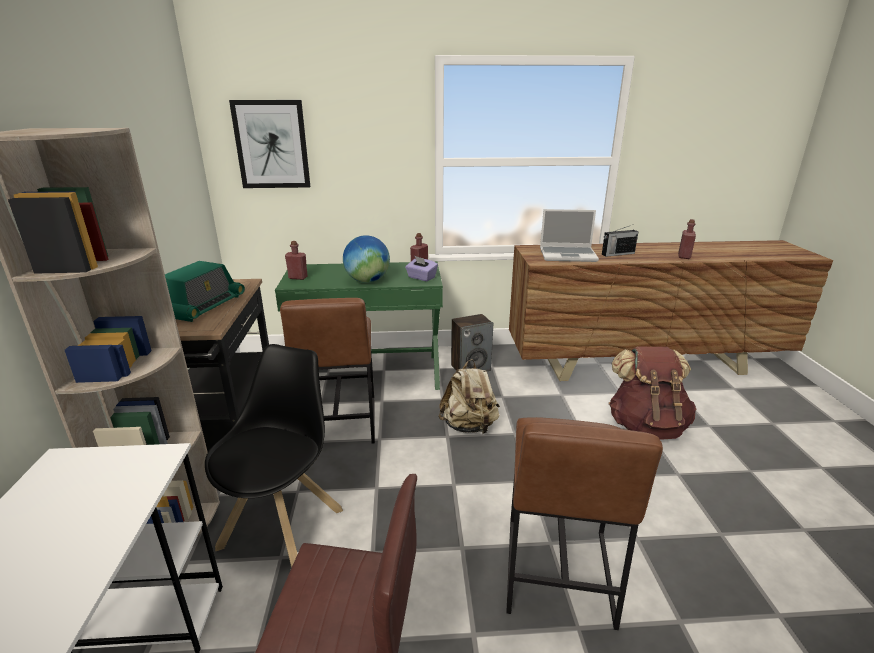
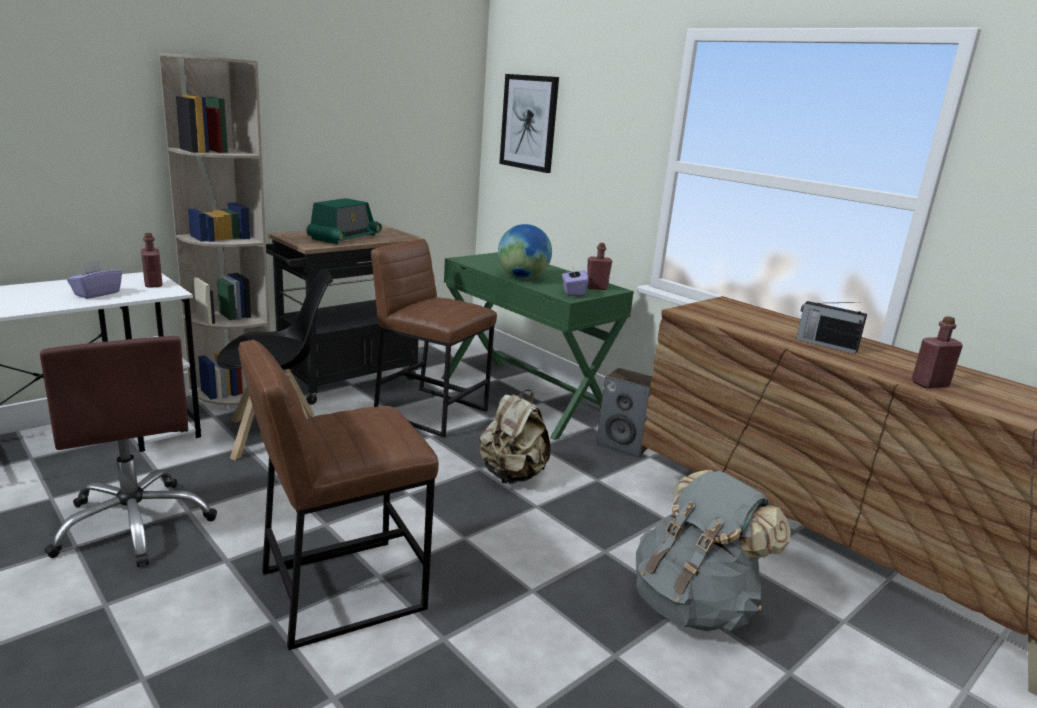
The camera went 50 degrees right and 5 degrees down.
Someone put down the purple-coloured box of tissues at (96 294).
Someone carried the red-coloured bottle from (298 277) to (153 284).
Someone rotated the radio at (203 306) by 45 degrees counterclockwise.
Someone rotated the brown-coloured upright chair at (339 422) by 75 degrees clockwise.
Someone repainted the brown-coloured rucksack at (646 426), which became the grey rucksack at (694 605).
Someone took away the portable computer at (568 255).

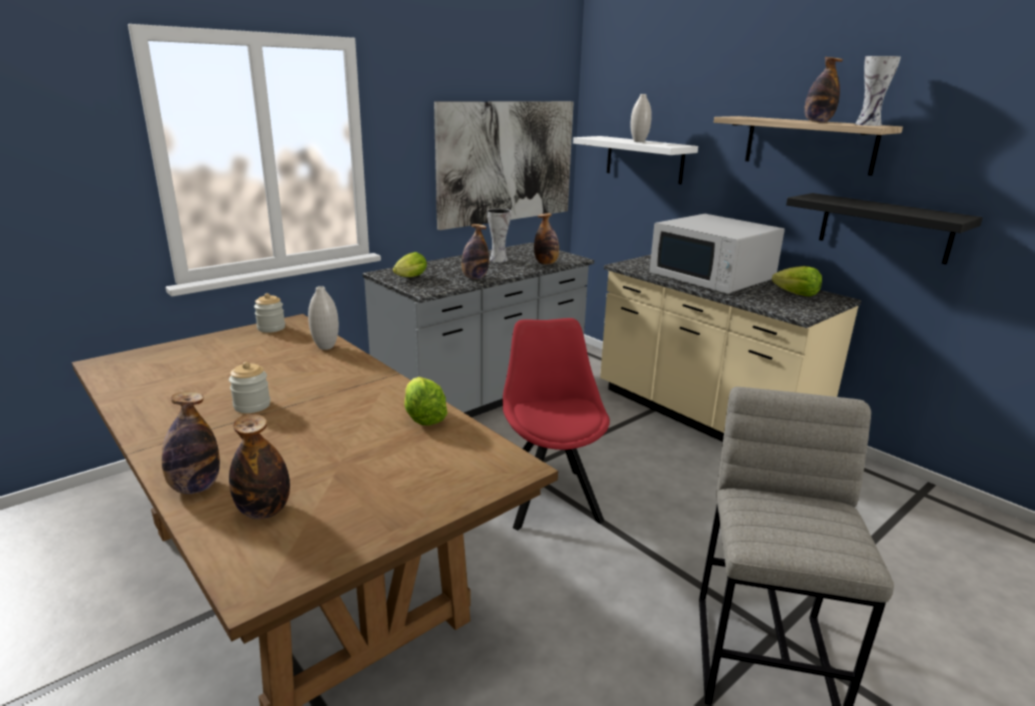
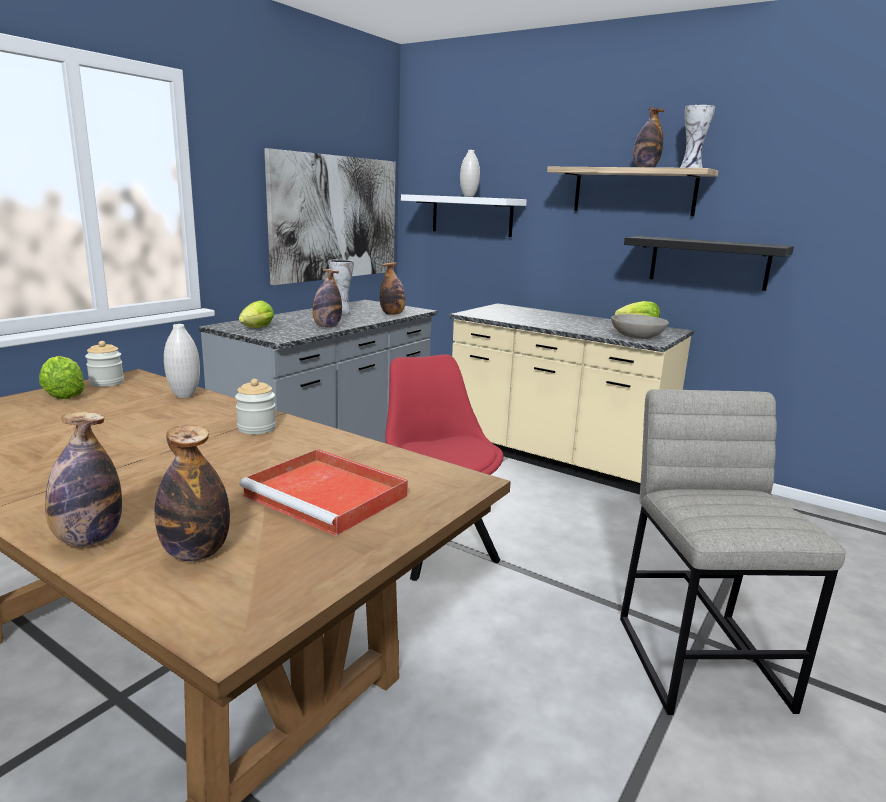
The camera went 15 degrees left and 5 degrees down.
Someone carried the lettuce head from (423 417) to (63 395).
Someone carried the storage jar from (252 405) to (257 428).
Someone put down the red-coloured tray at (328 496).
Someone put down the grey bowl at (637 337).
Someone took away the whitish microwave at (712 277).

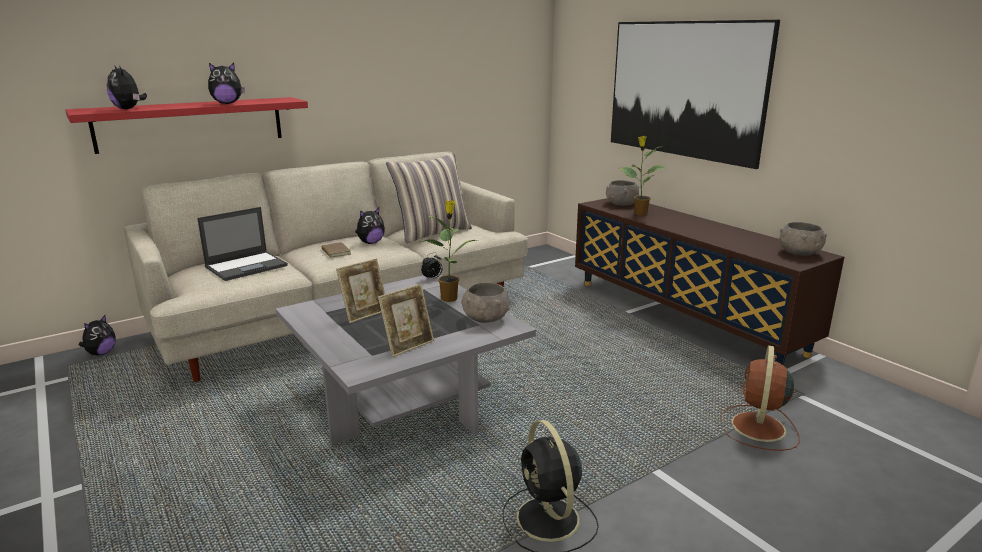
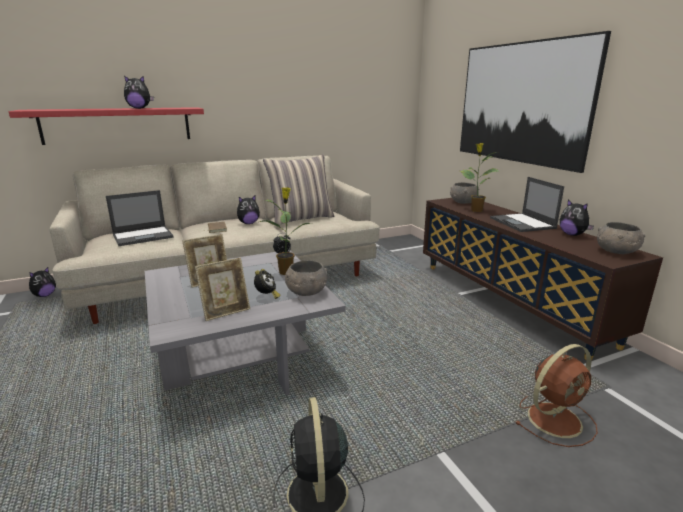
The camera went 10 degrees right and 0 degrees up.
Someone put down the alarm clock at (267 296).
Someone put down the portable computer at (523 223).
Someone rotated the brown-coloured fan at (758 428) by 150 degrees counterclockwise.
Someone carried the cuddly toy from (128 109) to (572 234).

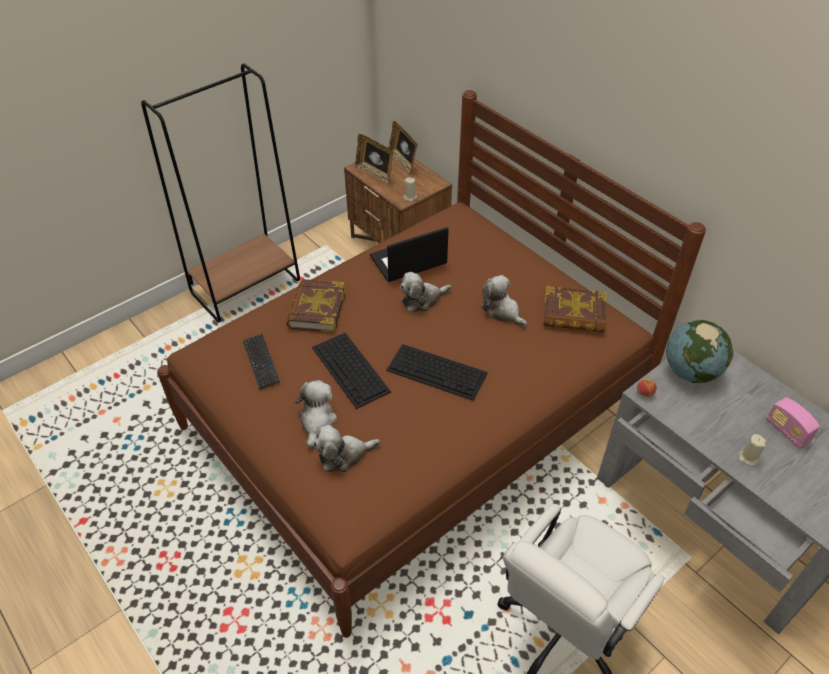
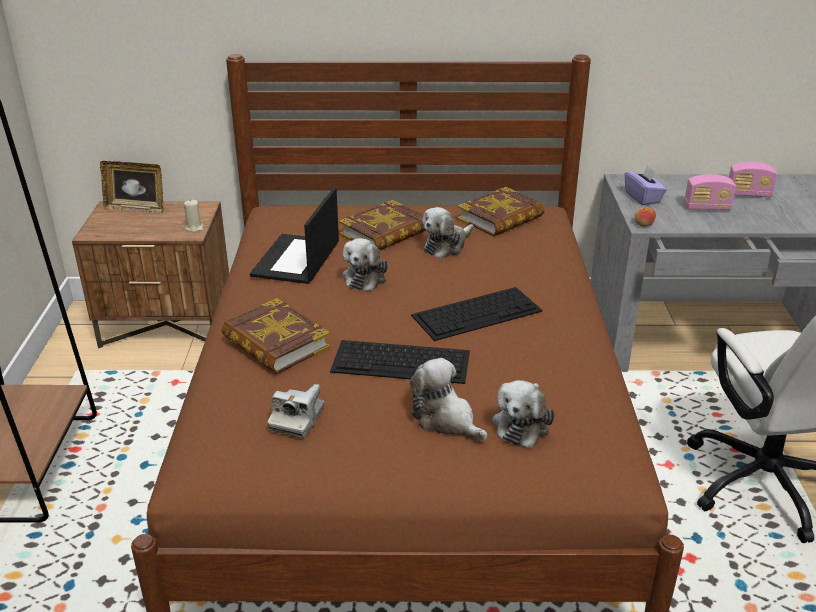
The camera went 50 degrees left and 15 degrees down.
Someone swapped the PC keyboard at (261 362) for the still camera at (297 419).
Someone put down the volume at (385 233).
Someone rotated the cuddly toy at (502 311) by 45 degrees counterclockwise.
Someone swapped the desk globe at (690 371) for the purple-coloured box of tissues at (643 198).
Someone put down the radio at (707 207).
Someone took away the picture frame at (375 173).
Someone took away the beige candle at (748 458).

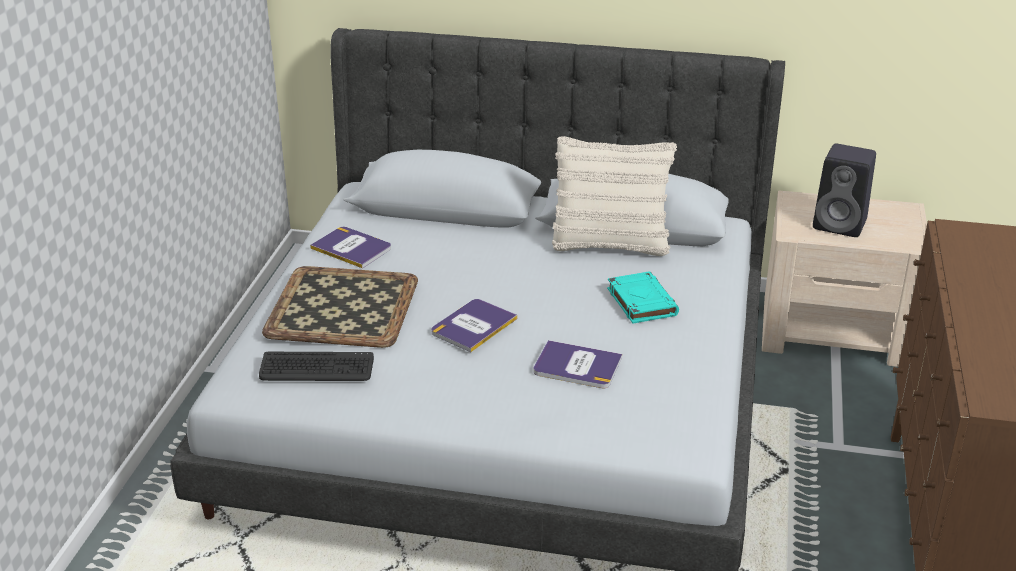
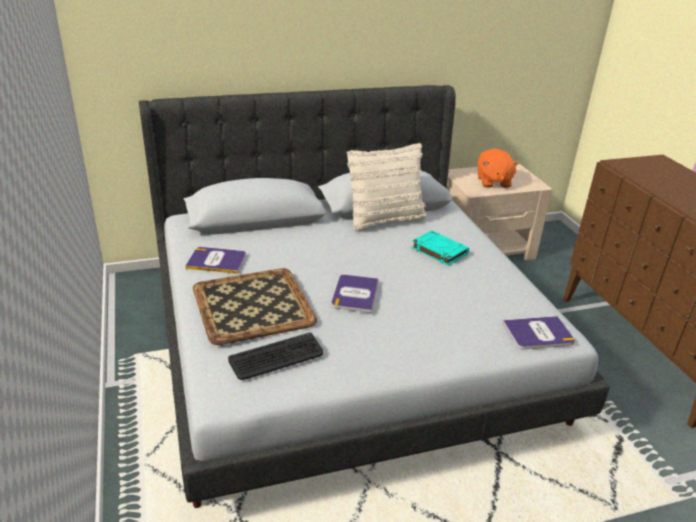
The camera went 30 degrees left and 0 degrees up.
Someone swapped the black loudspeaker at (841 224) for the orange-coloured cuddly toy at (493 182).
Someone carried the volume from (577 366) to (538 334).

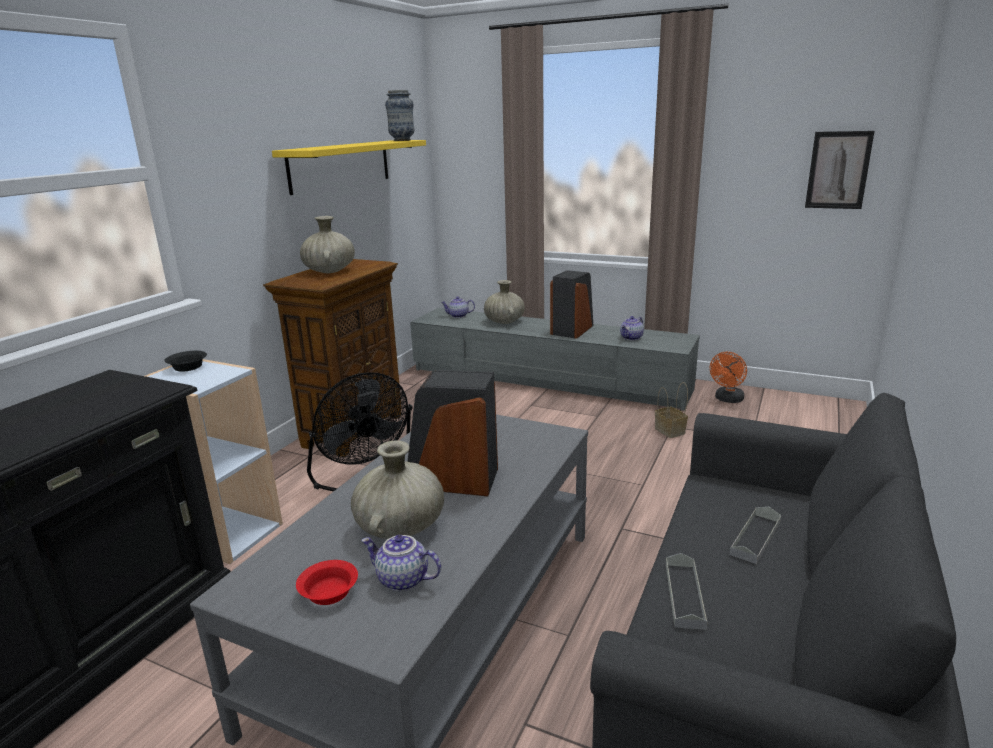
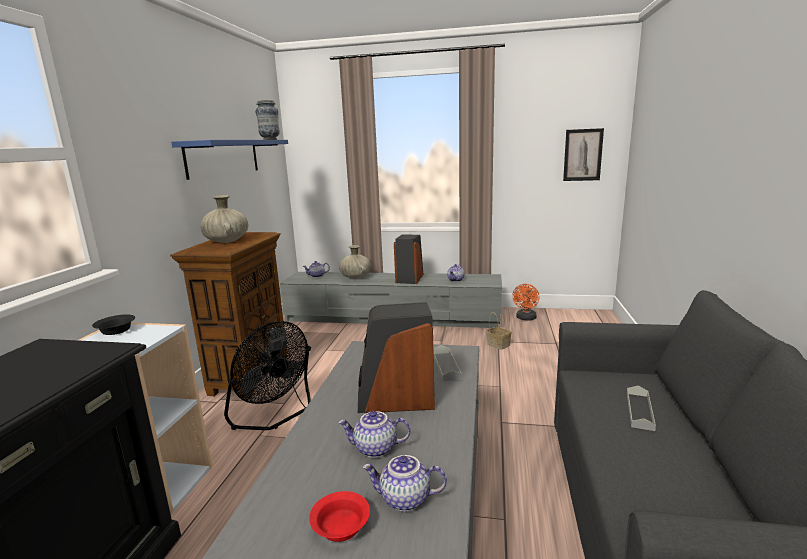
The camera went 15 degrees left and 5 degrees down.
Someone repainted the yellow-coloured bracket shelf at (341 165), which became the blue bracket shelf at (224 158).
Someone swapped the beige decorative vase at (401 527) for the tea pot at (375 449).
Someone carried the grey tray from (684 595) to (446 366).

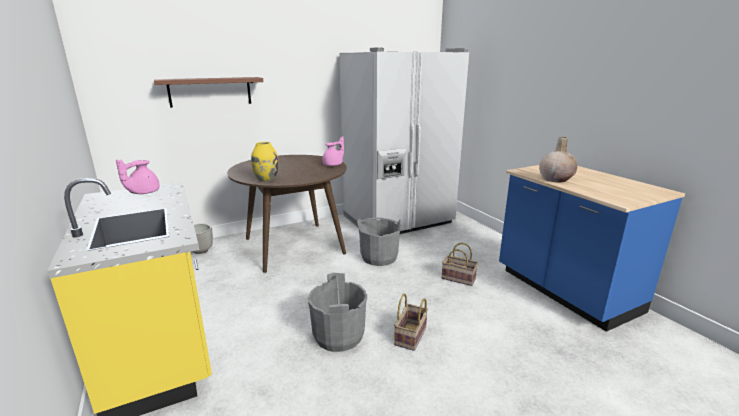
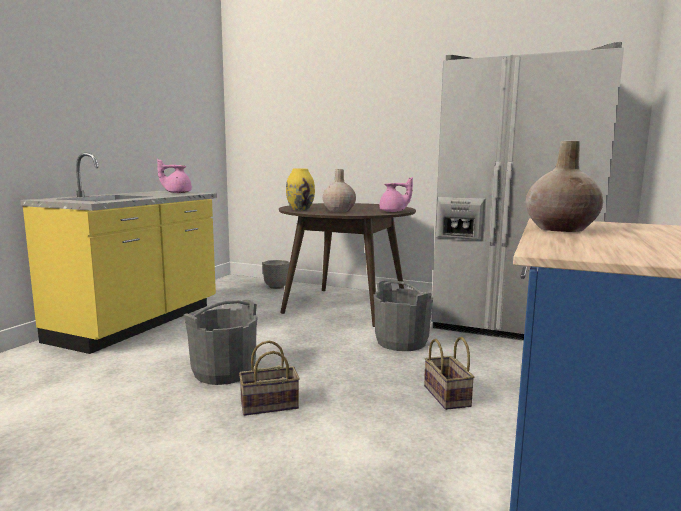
The camera went 50 degrees right and 10 degrees down.
Someone put down the beige decorative vase at (339 211).
Someone took away the brown-coloured bracket shelf at (210 91).

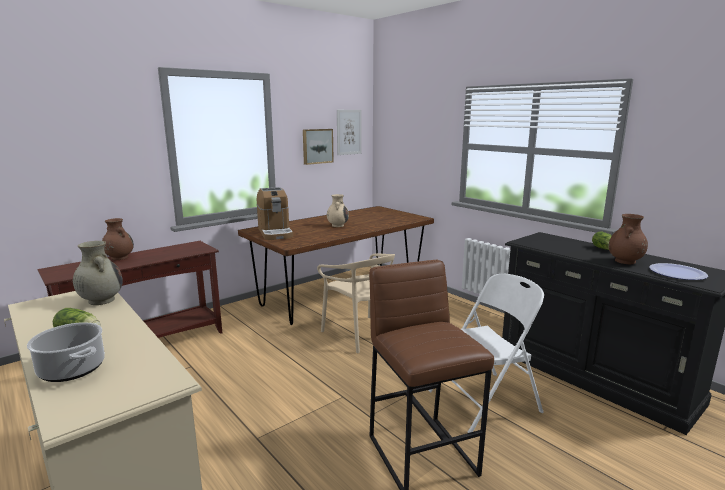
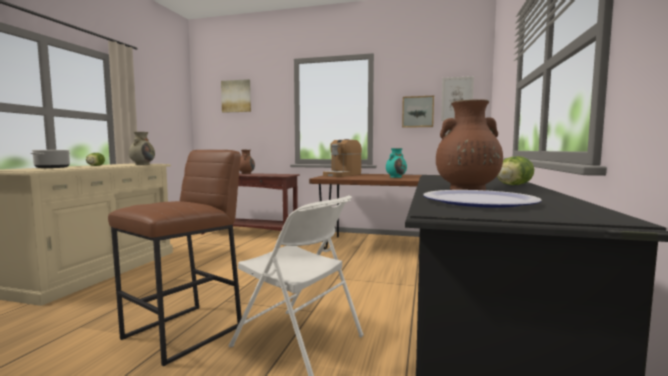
The camera went 55 degrees right and 10 degrees down.
Someone put up the wall picture at (236 96).
Someone repainted the beige decorative vase at (337 225), which became the turquoise-coloured decorative vase at (396 177).
Someone took away the beige upright chair at (360 334).

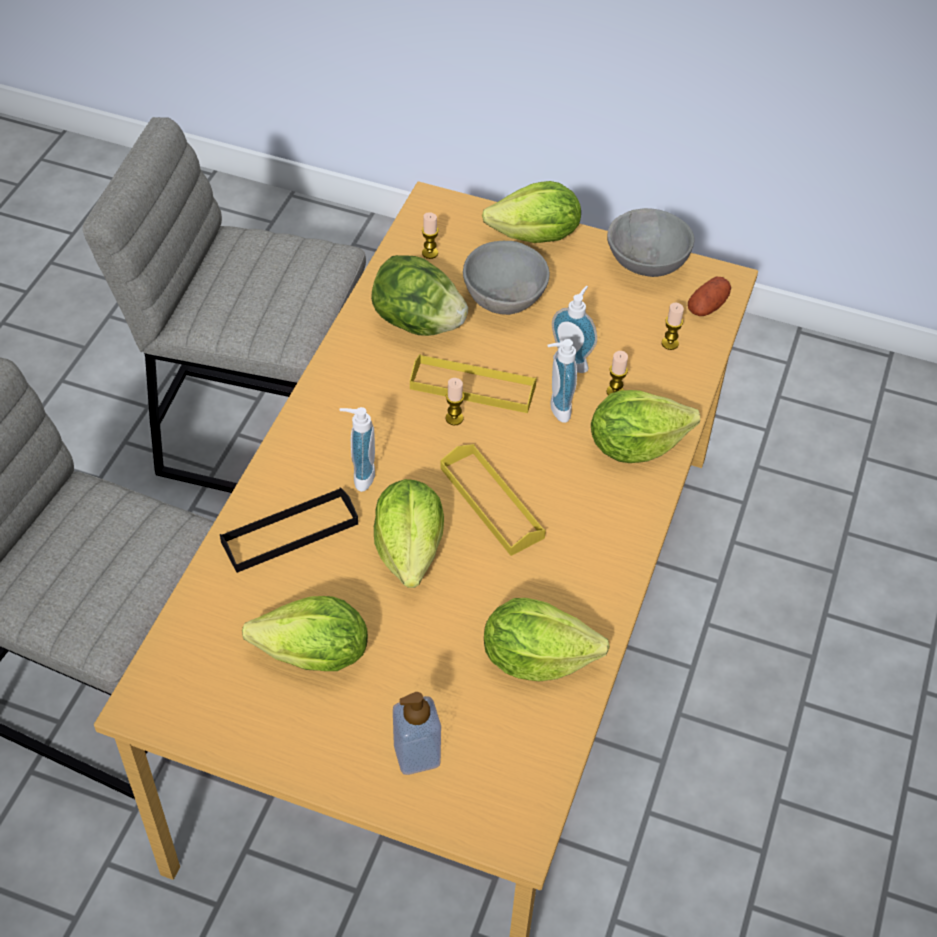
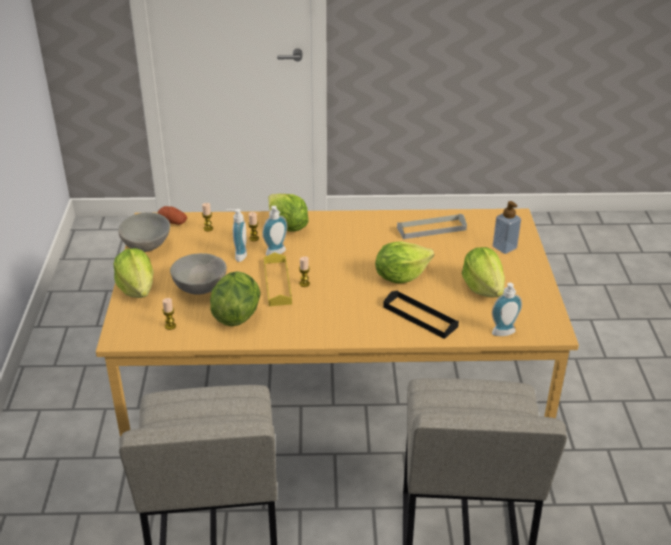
The camera went 110 degrees left and 15 degrees down.
Someone swapped the lettuce head at (536 658) for the grey tray at (431 229).
Someone carried the soap bottle from (359 475) to (504 334).
Someone took away the yellow-coloured tray at (491 502).

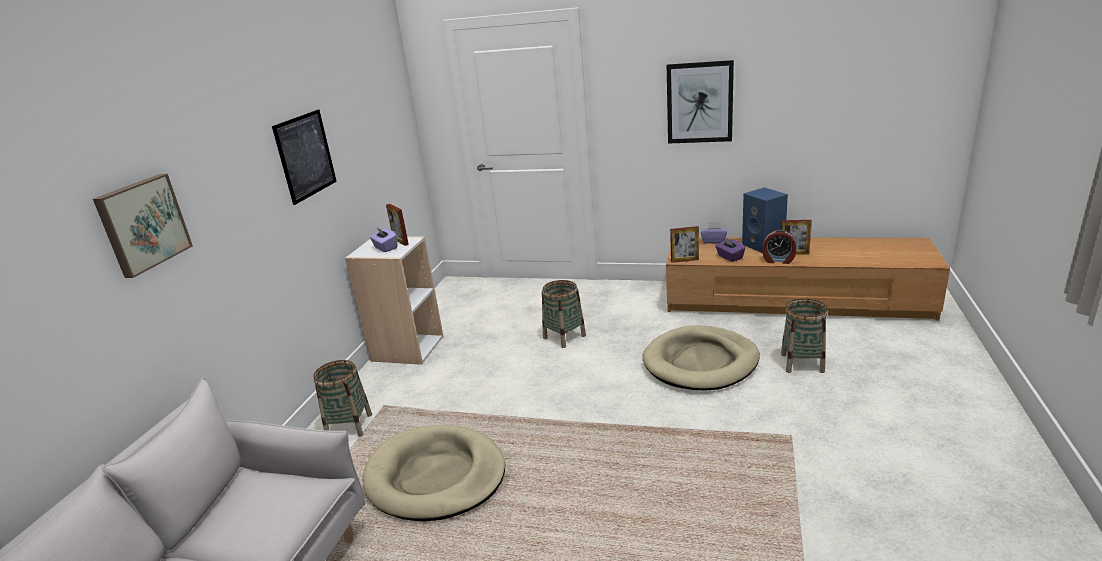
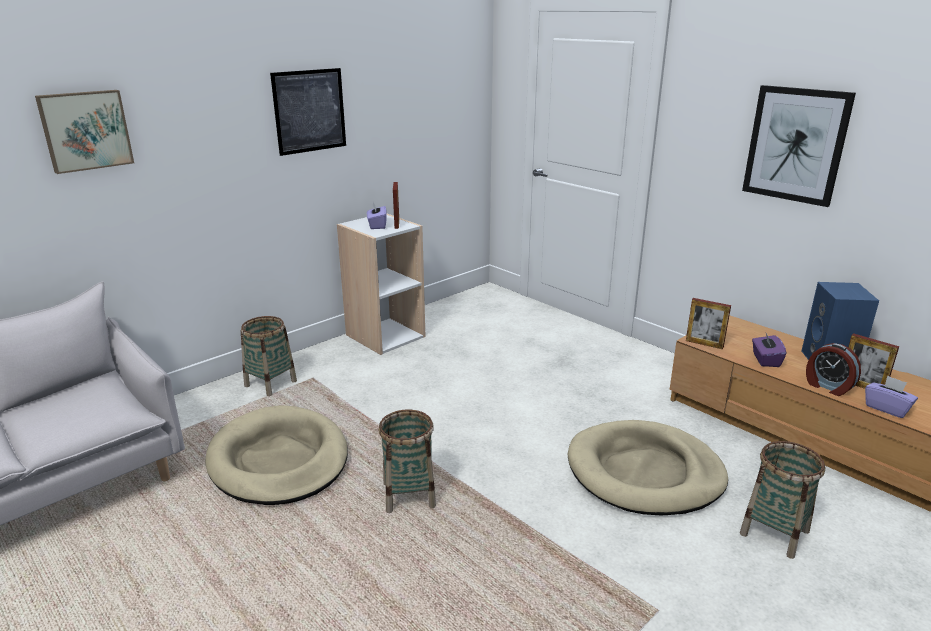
The camera went 30 degrees right and 0 degrees up.
Someone carried the storage basket from (564 337) to (409 495).
Someone carried the purple-coloured box of tissues from (713 241) to (887 408).

